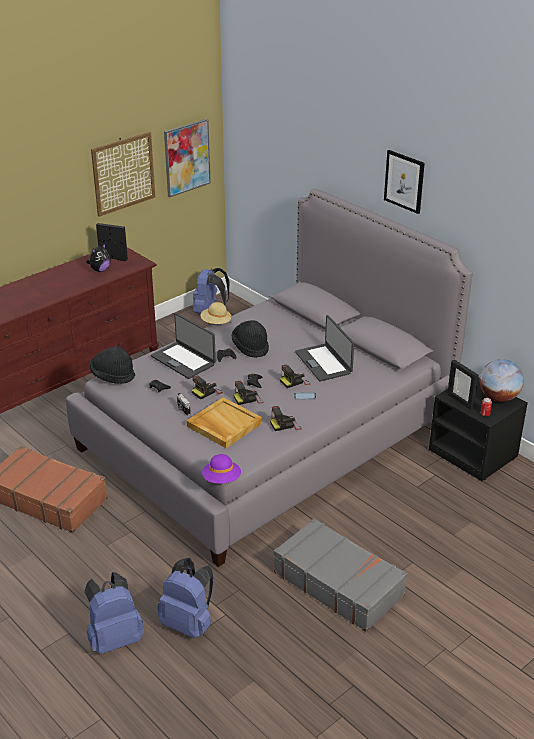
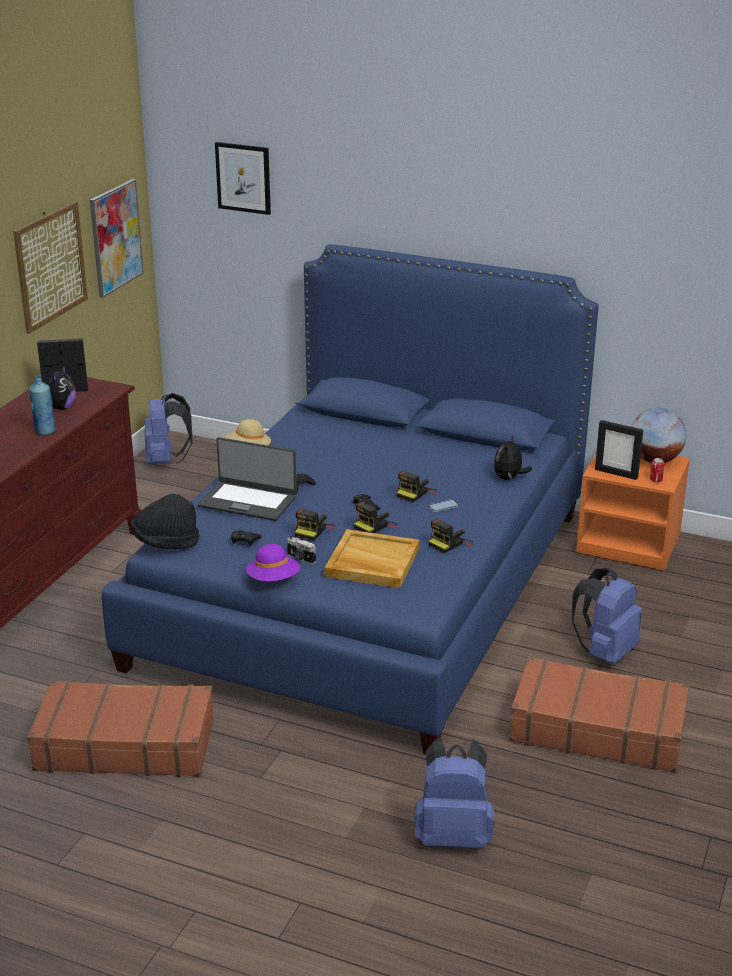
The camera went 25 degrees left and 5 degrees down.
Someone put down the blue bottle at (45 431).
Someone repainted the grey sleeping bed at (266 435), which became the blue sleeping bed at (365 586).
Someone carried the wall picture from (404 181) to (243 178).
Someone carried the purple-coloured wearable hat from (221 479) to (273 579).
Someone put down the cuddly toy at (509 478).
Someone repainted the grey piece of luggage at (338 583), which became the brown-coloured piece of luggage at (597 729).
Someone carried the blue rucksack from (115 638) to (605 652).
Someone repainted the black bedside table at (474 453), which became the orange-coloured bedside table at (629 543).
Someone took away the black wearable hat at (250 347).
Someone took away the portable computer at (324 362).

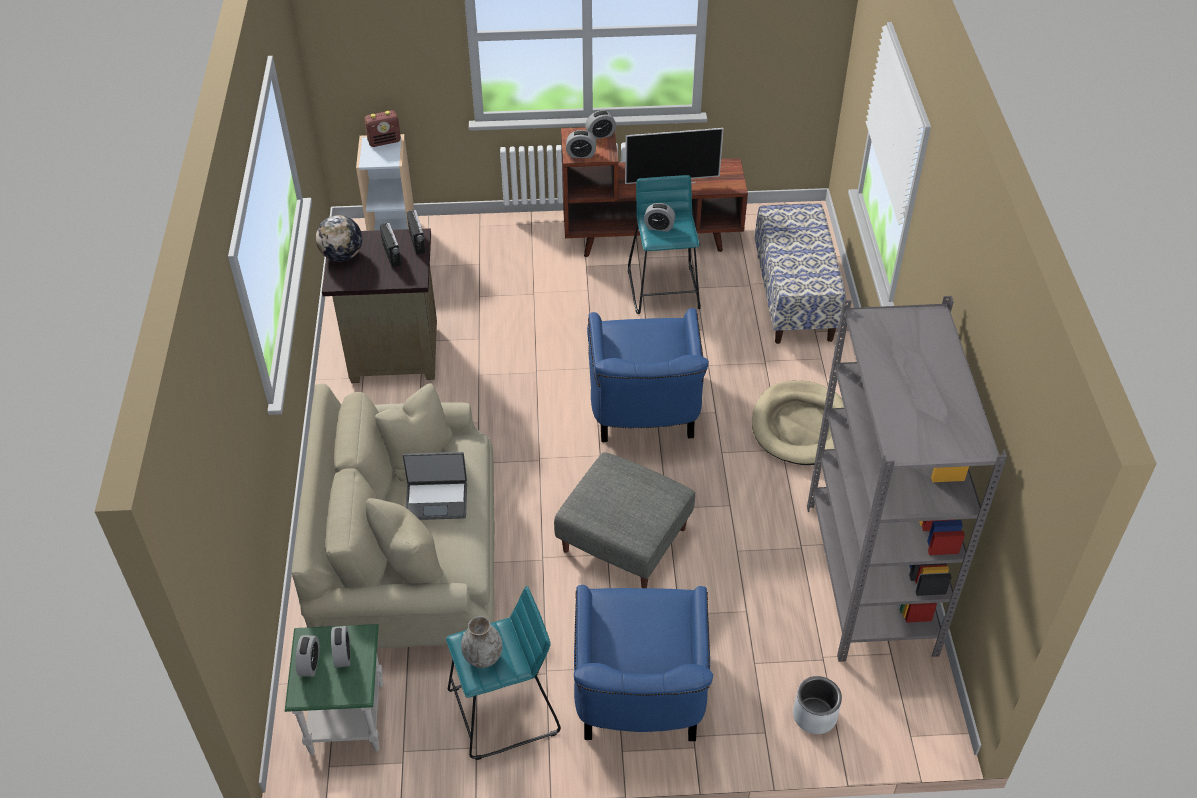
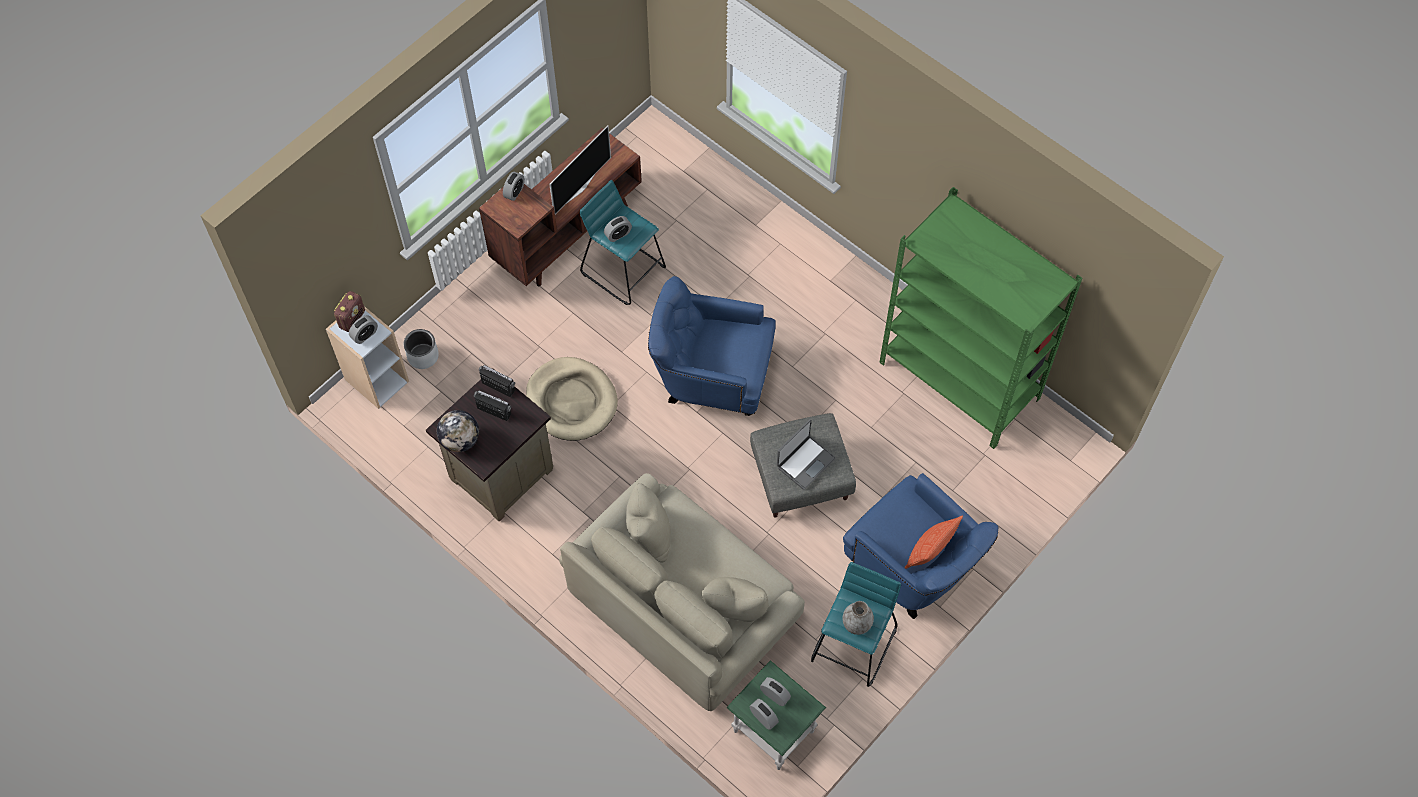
The camera went 45 degrees left and 15 degrees up.
Someone carried the alarm clock from (581 154) to (365 335).
Someone carried the grey flower pot from (815 715) to (423 356).
Someone carried the beige dog cushion from (801 426) to (571 401).
Someone rotated the blue lounge chair at (644 408) by 150 degrees clockwise.
Someone carried the portable computer from (436 500) to (805 462).
Someone repainted the grey bookshelf at (870 578), which became the greenish bookshelf at (959 380).
Someone put down the orange-coloured cushion at (929 553).
Someone took away the long seat at (794 297).

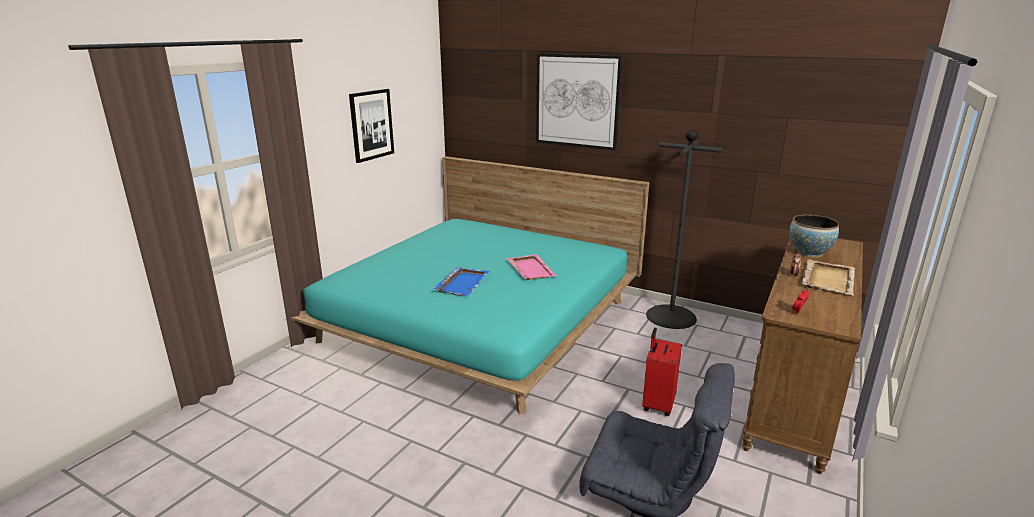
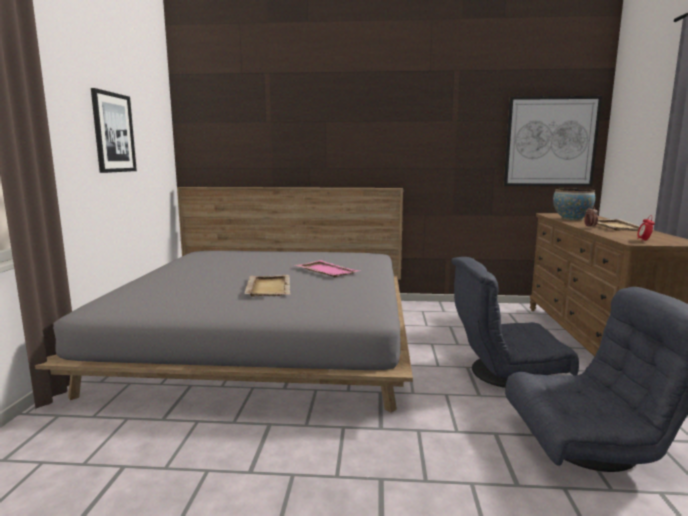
The camera went 25 degrees left and 10 degrees down.
Someone repainted the turquoise-coloured sleeping bed at (479 320), which became the grey sleeping bed at (266 341).
Someone repainted the blue tray at (462 283), which became the beige tray at (269 287).
Someone swapped the red-coloured piece of luggage at (657 404) for the grey lounge chair at (505 373).
Someone carried the wall picture from (577 101) to (550 142).
Someone took away the black clothes rack at (671 317).

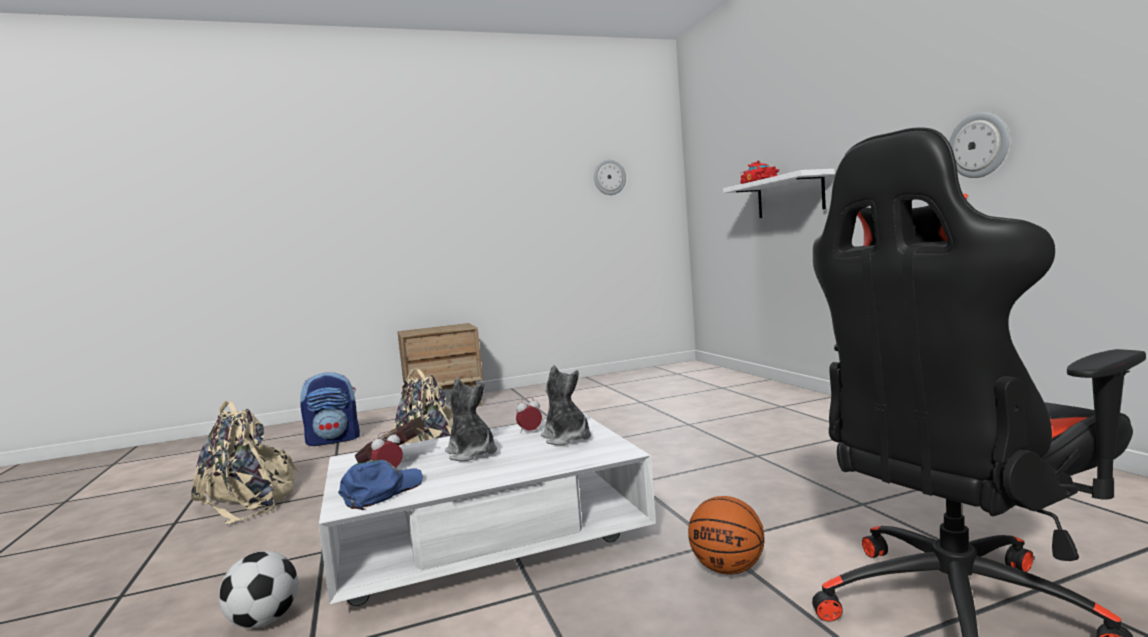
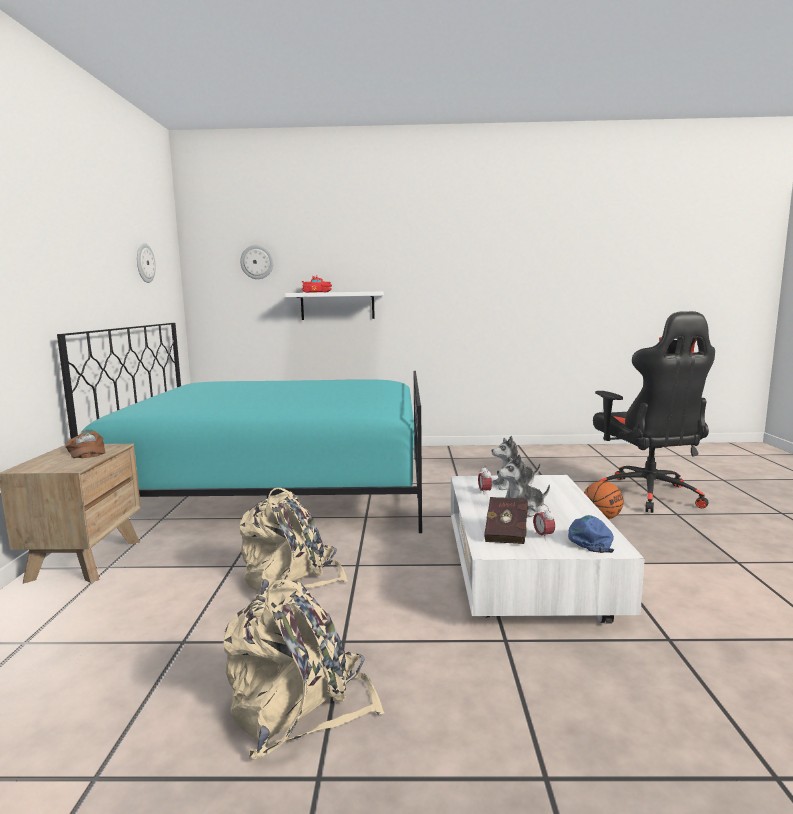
The camera went 70 degrees left and 5 degrees up.
Someone put down the turquoise-coloured sleeping bed at (279 490).
Someone put down the brown-coloured peaked cap at (86 451).
Someone carried the clock on the wall from (979 145) to (257 262).
Someone rotated the blue peaked cap at (381 491) by 45 degrees clockwise.
Someone took away the ball for football at (263 622).
Someone took away the rucksack at (334 440).

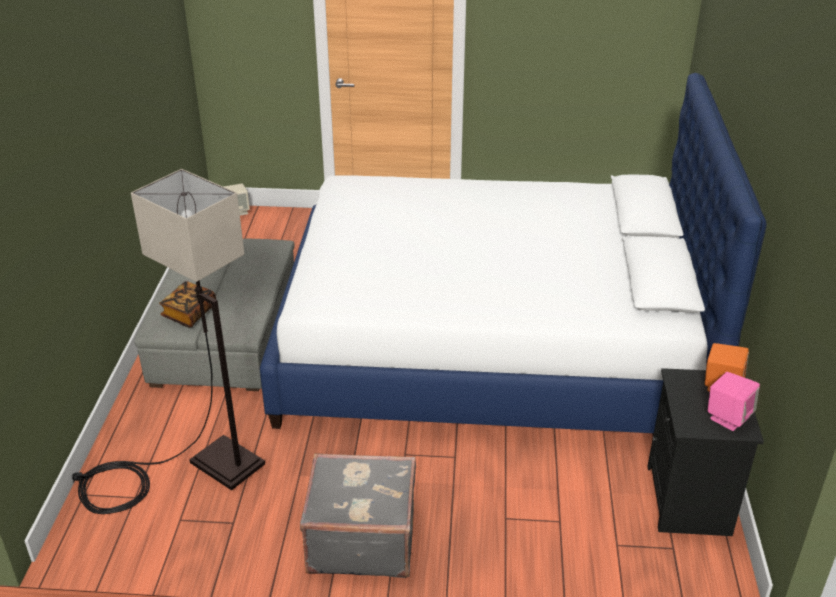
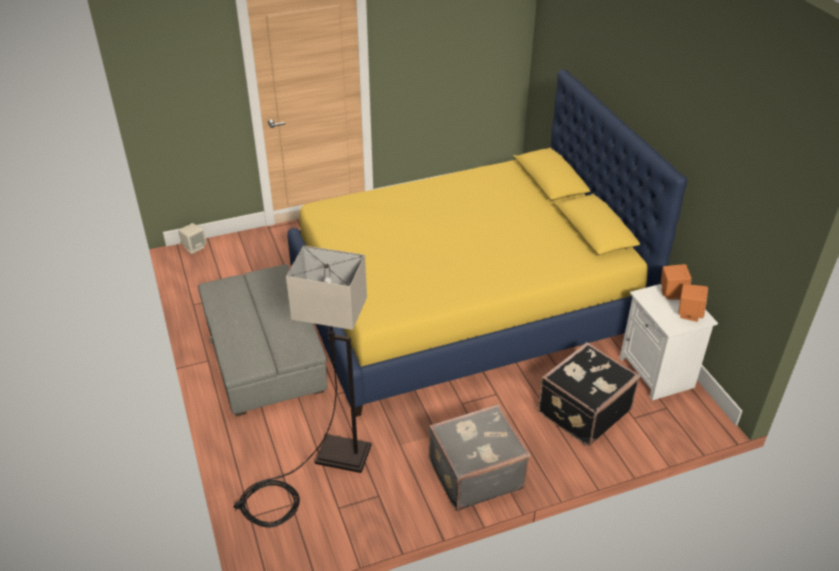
The camera went 25 degrees left and 5 degrees up.
Someone repainted the whitish sleeping bed at (491 346), which became the yellow-coloured sleeping bed at (466 304).
Someone put down the black piece of luggage at (582 410).
Someone repainted the black bedside table at (690 501), which became the whitish bedside table at (658 373).
Someone repainted the pink loudspeaker at (728 417), which became the orange-coloured loudspeaker at (689 313).
Someone took away the volume at (189 313).

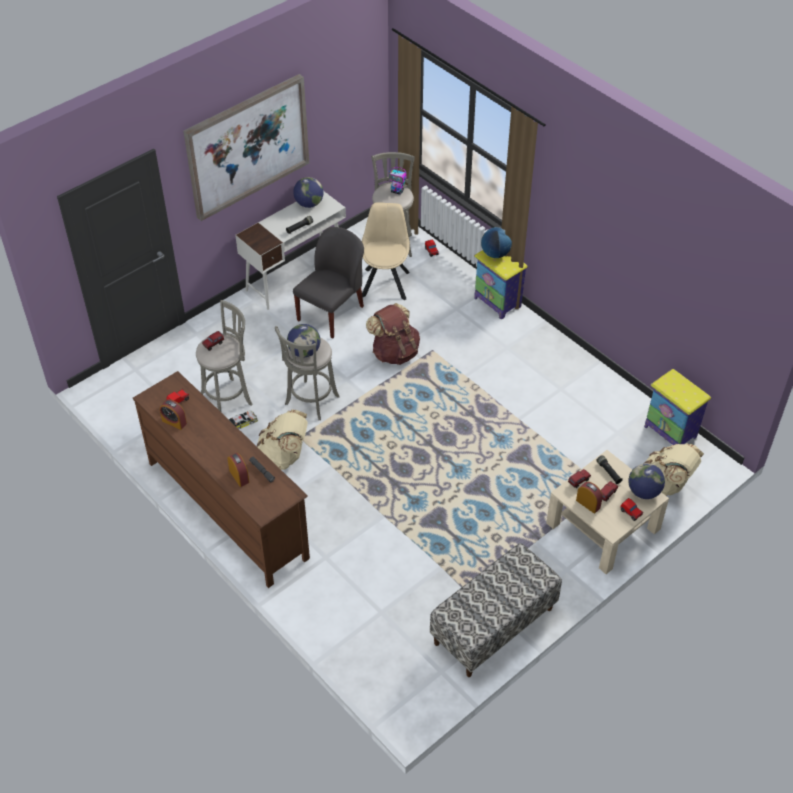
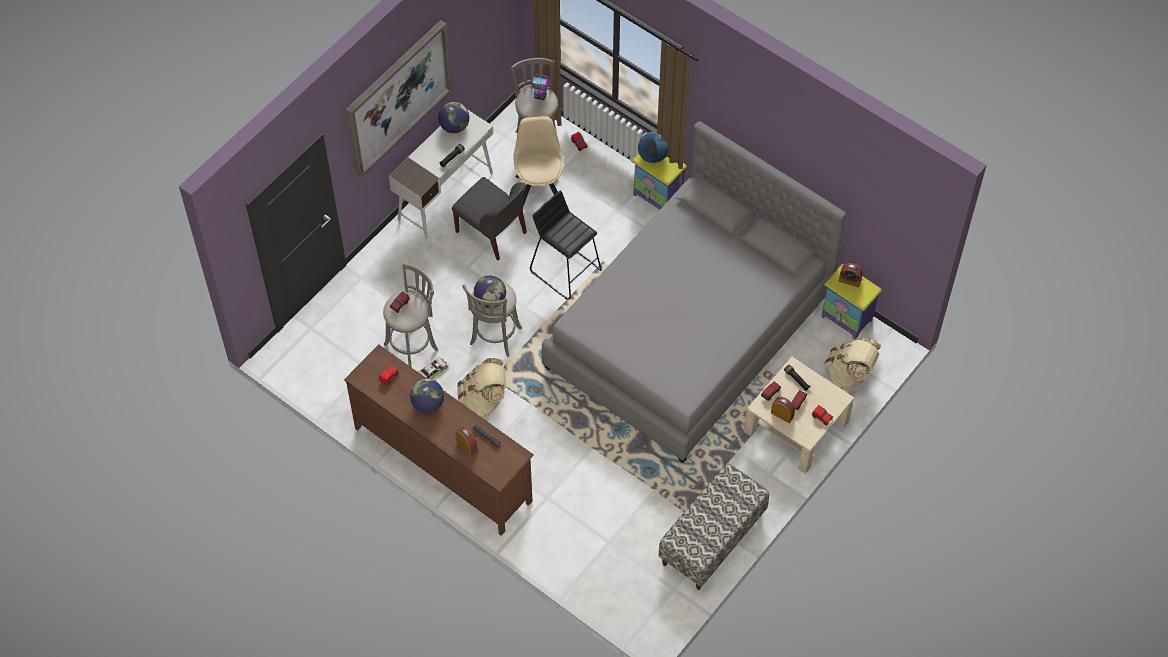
The camera went 10 degrees left and 10 degrees up.
Someone carried the desk globe from (643 492) to (428 404).
Someone rotated the grey upright chair at (332 313) by 105 degrees clockwise.
Someone swapped the brown-coloured rucksack at (394 352) for the black stool seat at (565 270).
Someone put down the grey sleeping bed at (689 330).
Someone carried the alarm clock from (174 422) to (849 280).

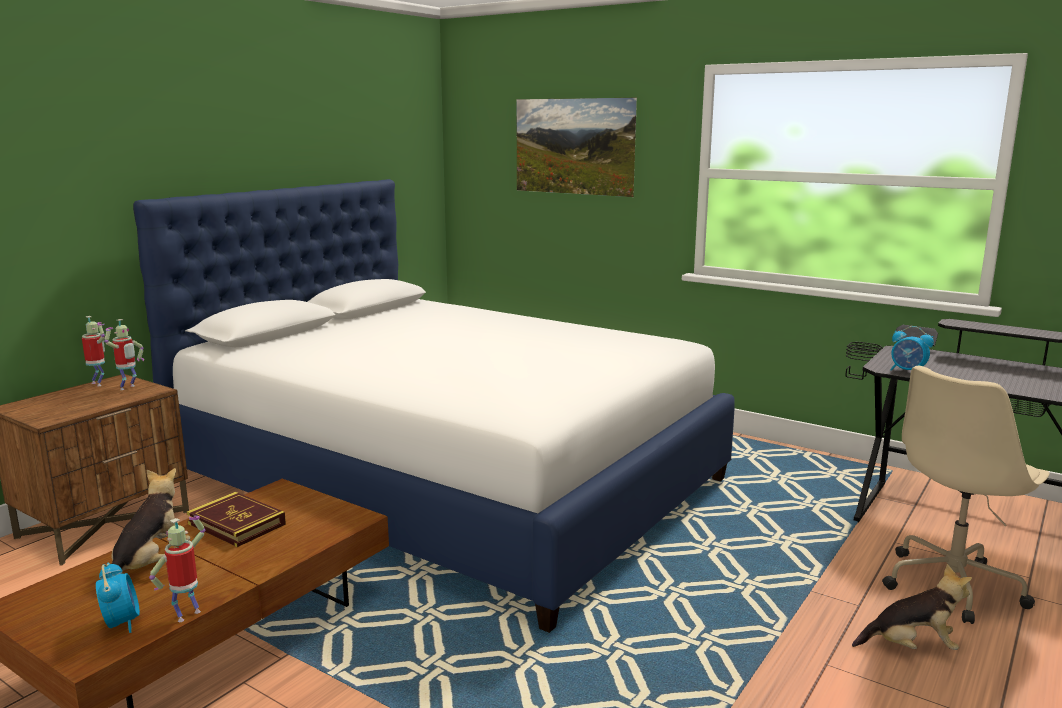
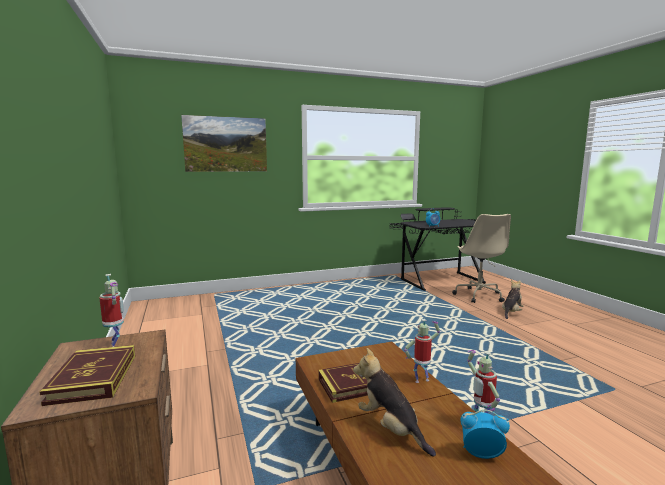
The camera went 55 degrees left and 5 degrees down.
Someone put down the volume at (93 378).
Someone carried the model robot from (99 384) to (421 379).
Someone took away the whitish sleeping bed at (447 479).

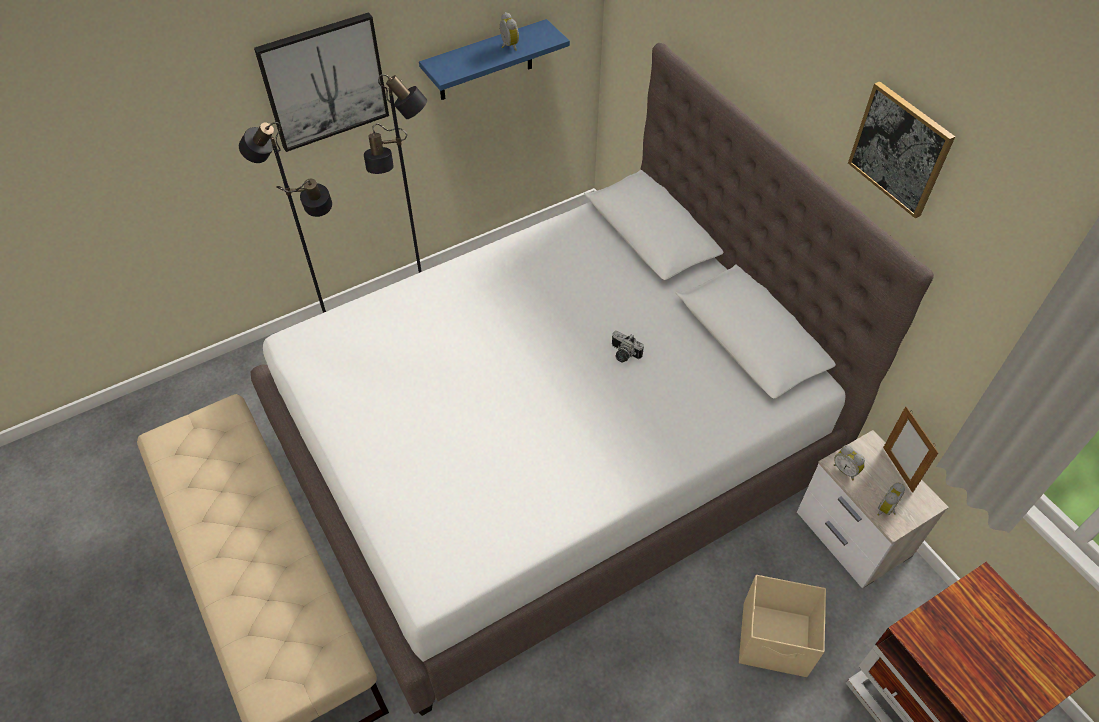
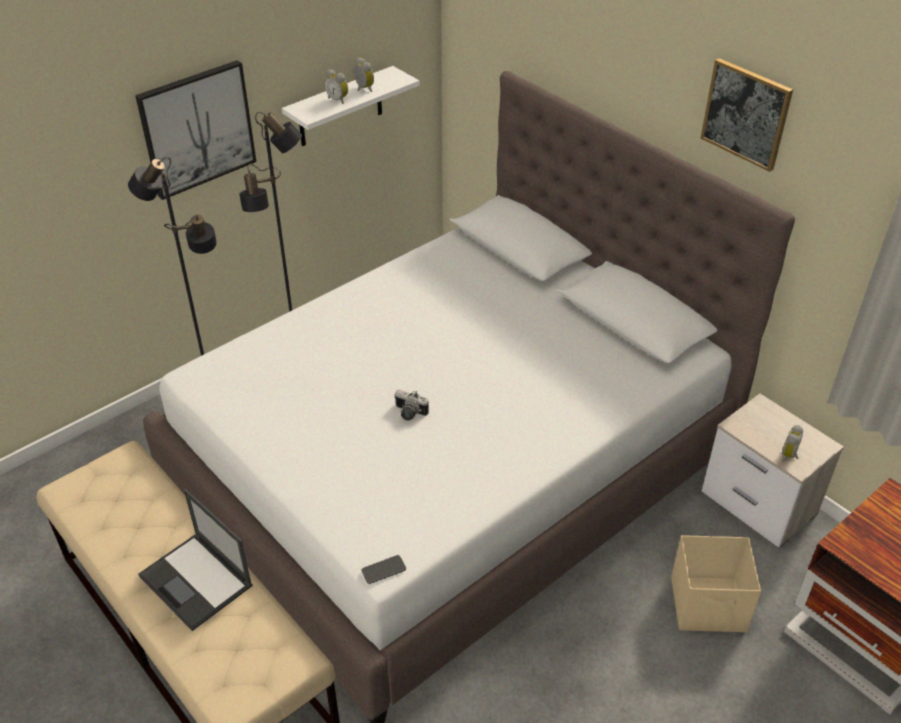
The camera went 10 degrees left and 10 degrees down.
Someone put down the portable computer at (197 581).
Someone repainted the blue bracket shelf at (485 61), which became the whitish bracket shelf at (340 107).
Someone carried the alarm clock from (845 470) to (338 100).
Someone put down the telephone at (383 570).
Someone carried the still camera from (623 354) to (409 413).
Someone took away the picture frame at (897 469).

